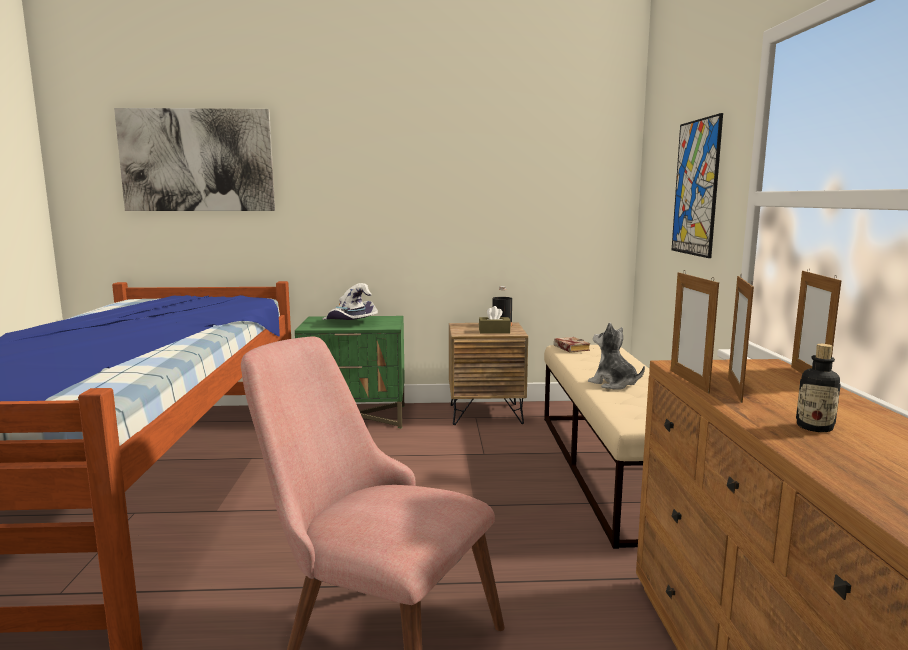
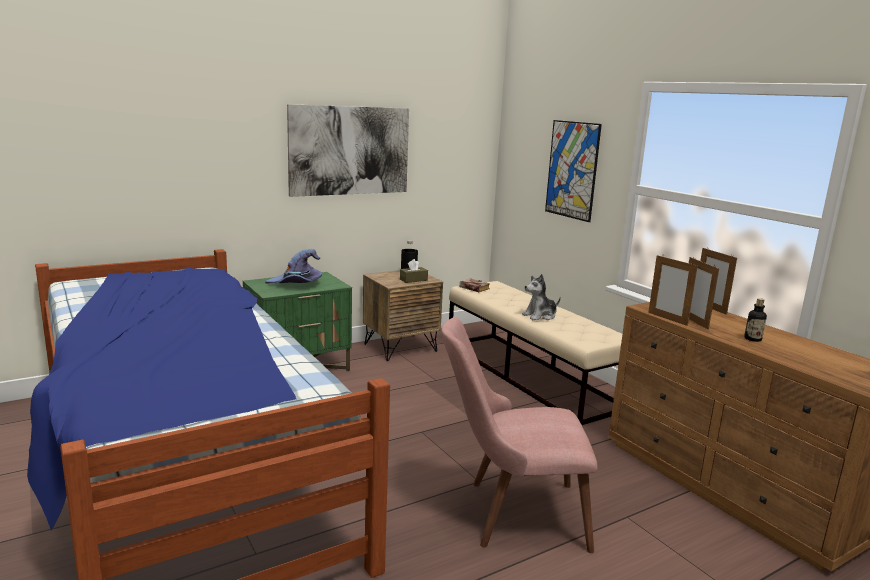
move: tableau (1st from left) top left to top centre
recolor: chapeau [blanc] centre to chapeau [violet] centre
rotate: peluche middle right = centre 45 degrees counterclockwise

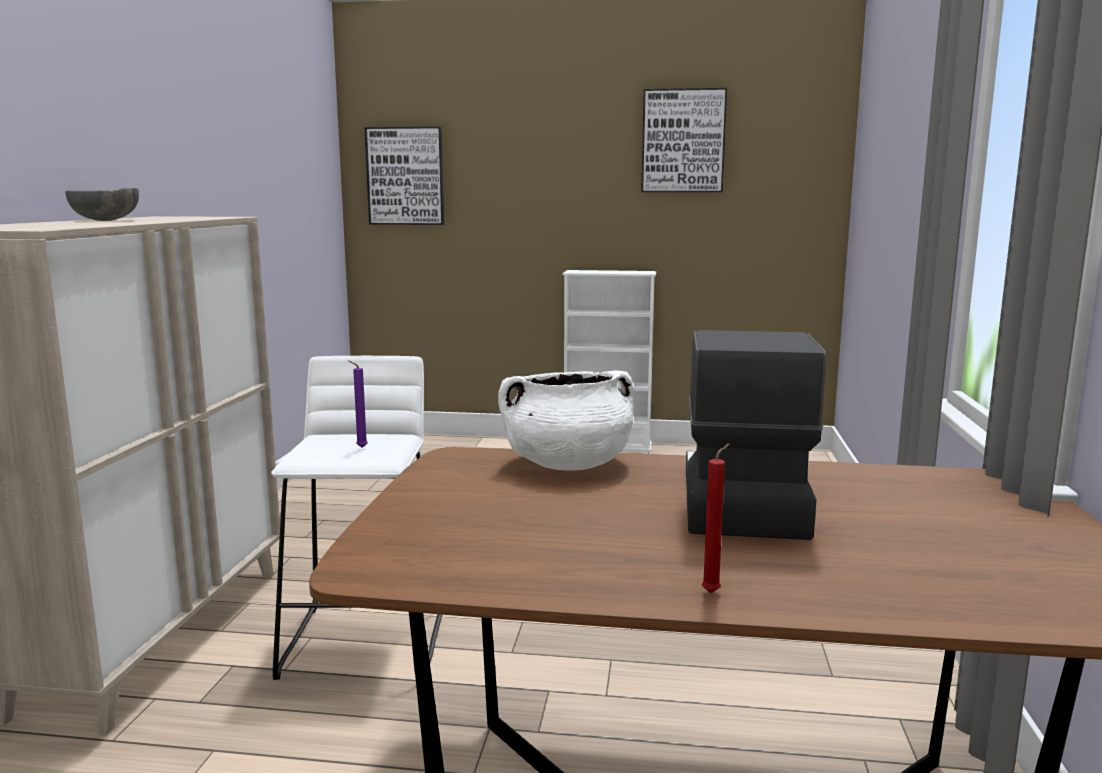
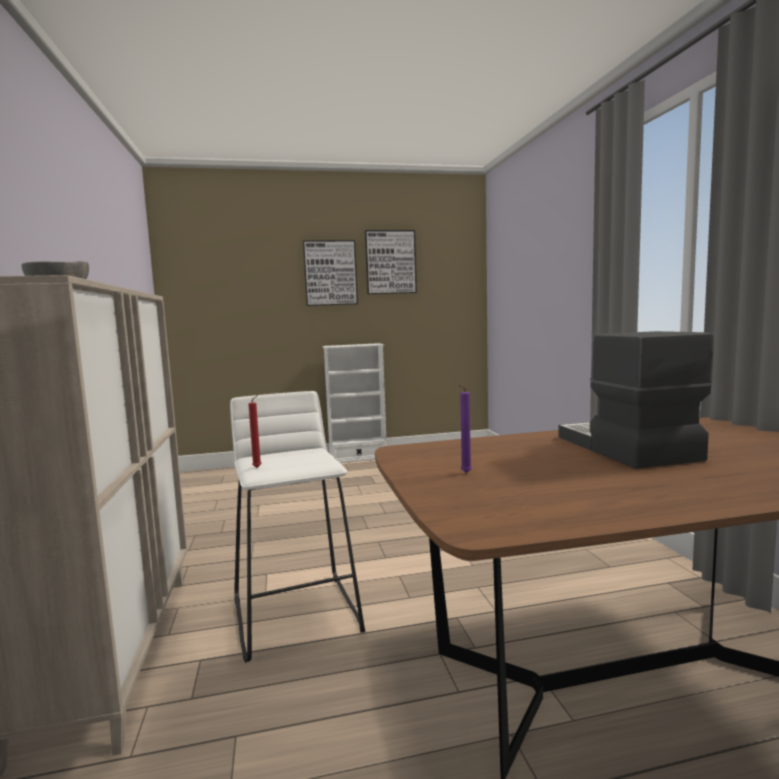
delete: marmite [blanc] centre
move: bougie [violet] middle left to centre; tableau (1st from left) top centre to centre; bougie [rouge] bottom centre to middle left

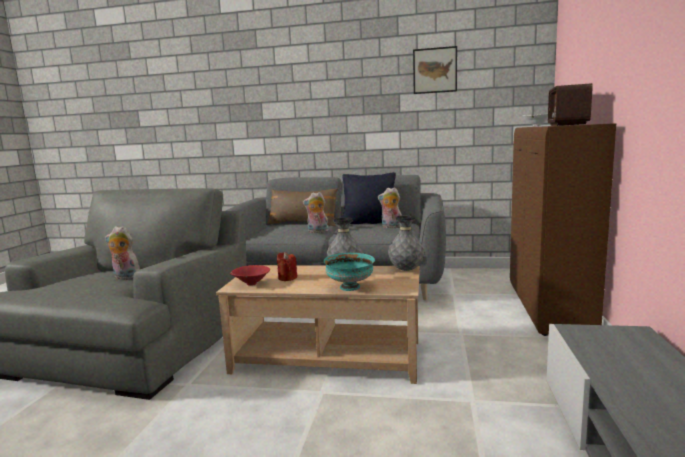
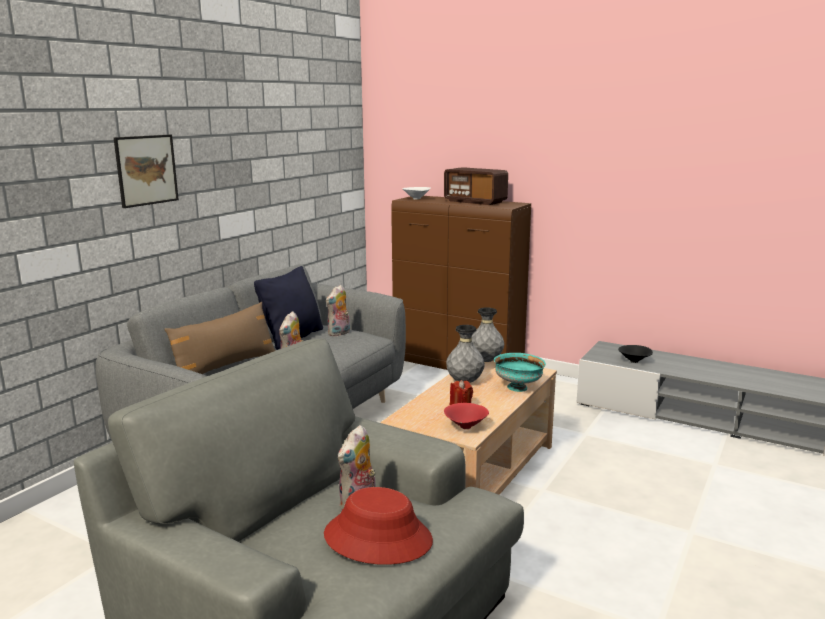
insert: chapeau [rouge] bottom centre; bol [noir] middle right
move: tableau top centre to top left

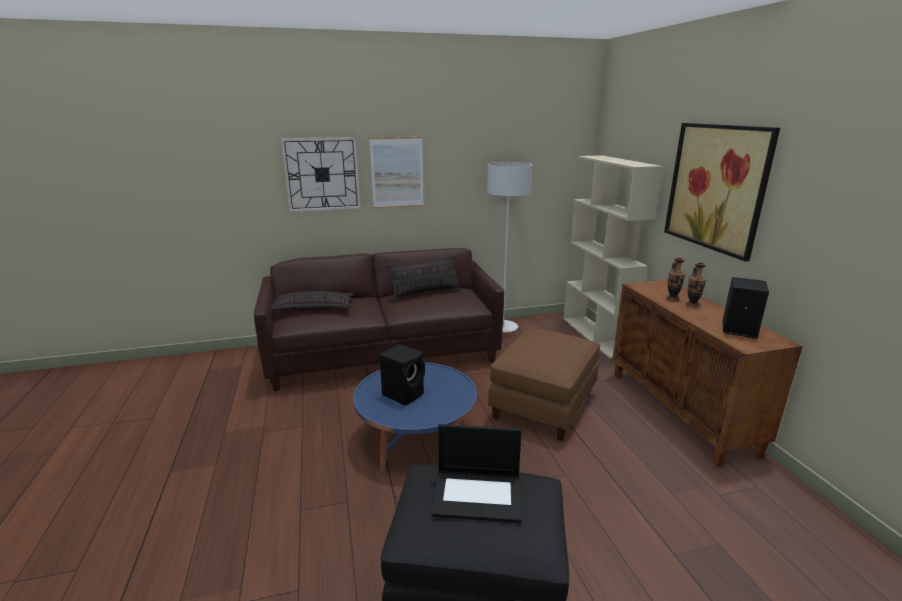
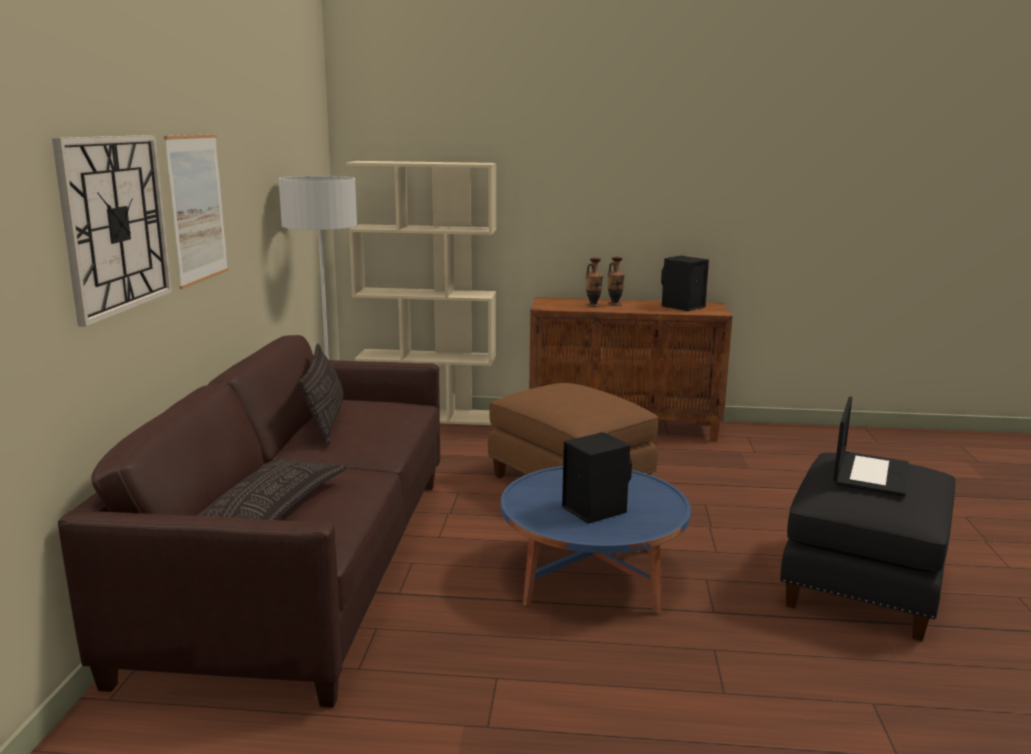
delete: tableau (2nd from left) top right

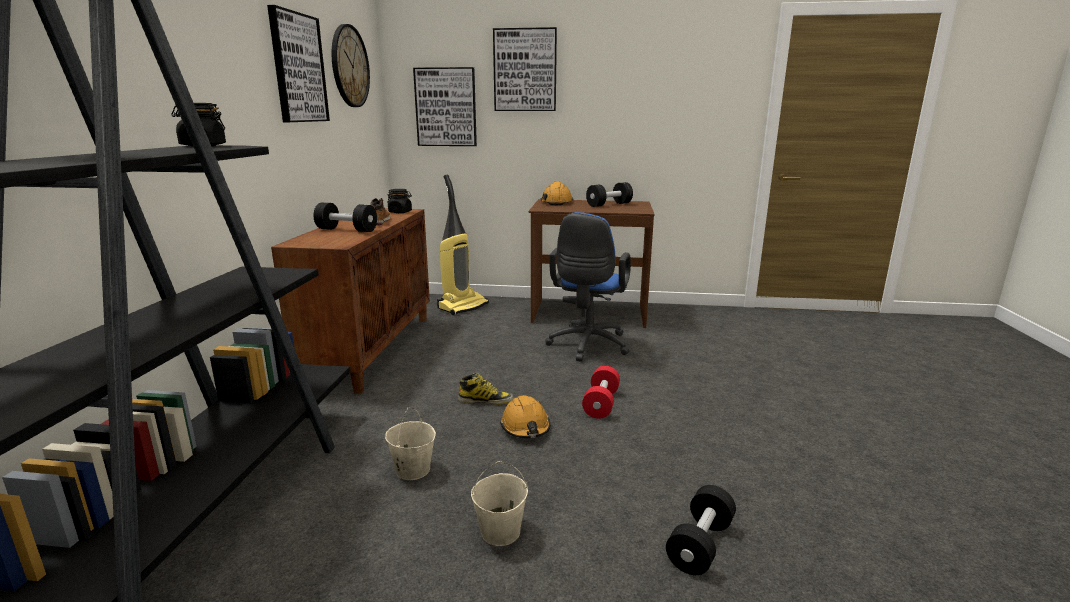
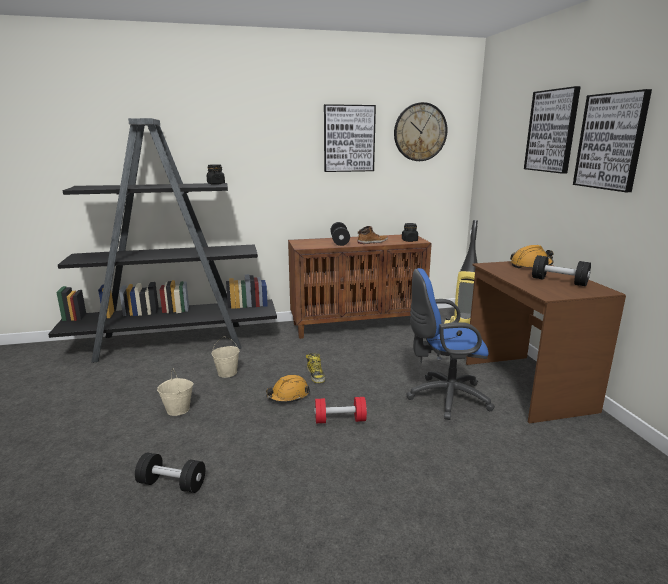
move: tableau (2nd from left in the first image) top centre to tableau (3rd from left) top right

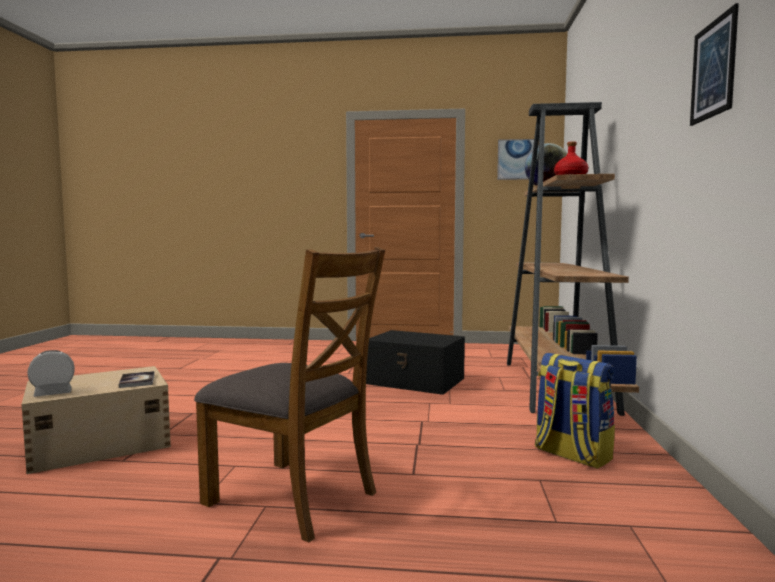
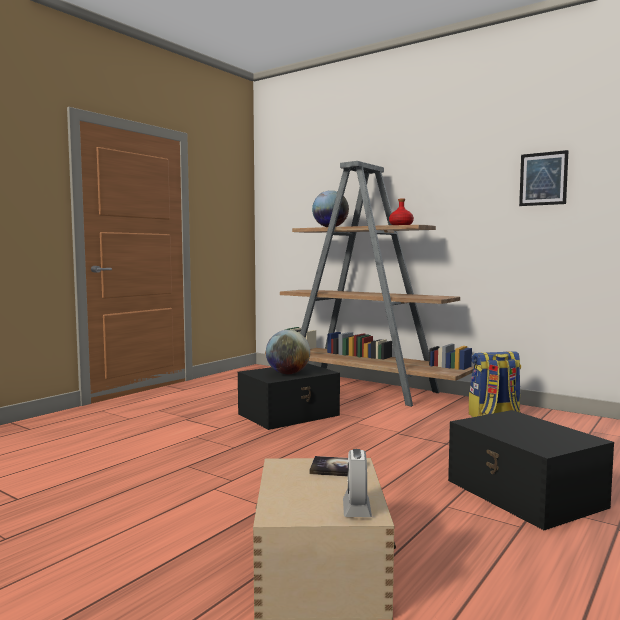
delete: tableau (1st from left) top right
insert: globe (1st from left) centre
replace: chaise [marron] bottom centre to boîte de rangement [noir] (2nd from left) bottom right

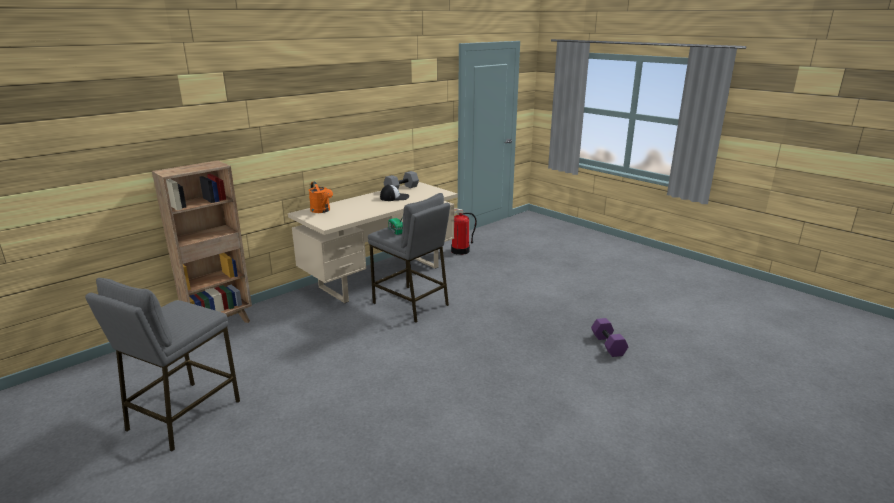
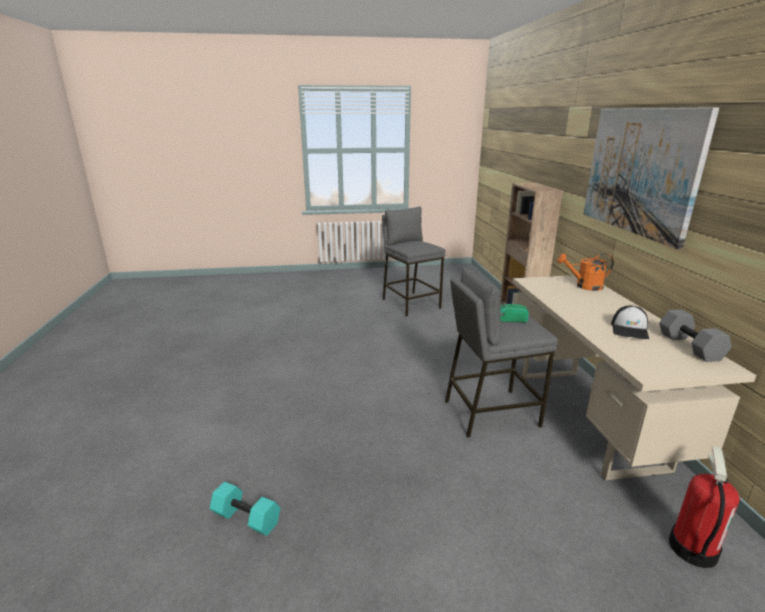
insert: tableau top right
recolor: haltère [violet] bottom right to haltère [turquoise] bottom left

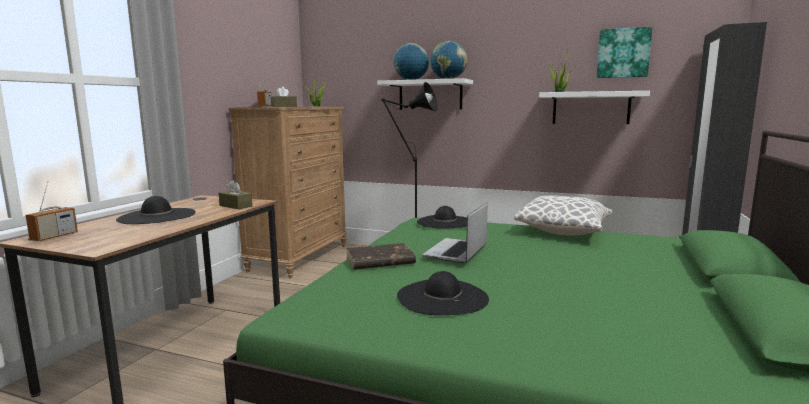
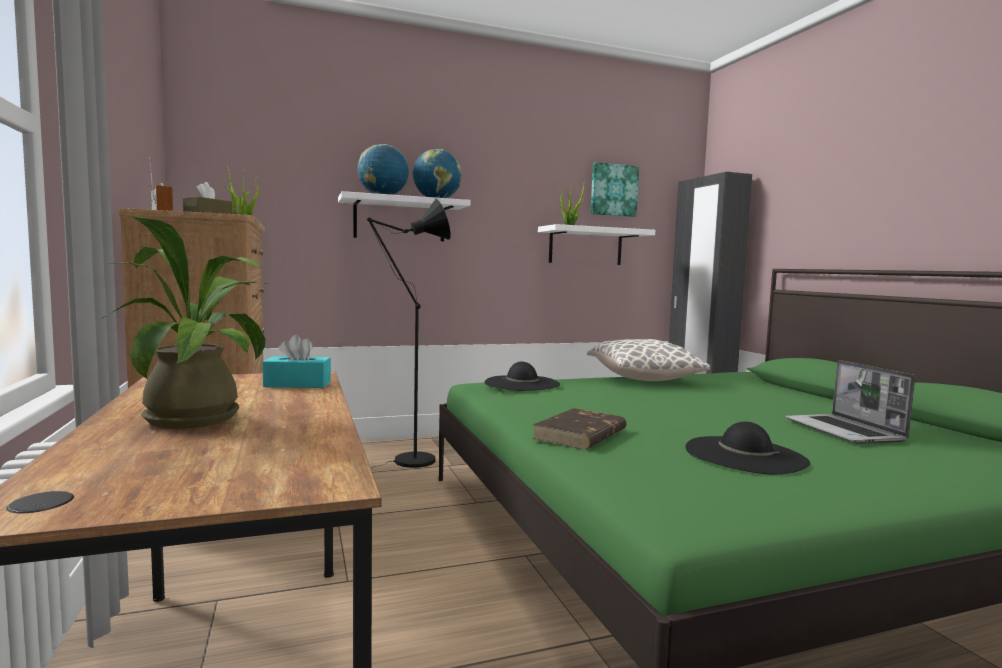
delete: radio (1st from left) middle left
move: ordinateur portable centre to middle right
replace: chapeau [noir] (1st from left) middle left to plante en pot (1st from left) middle left
recolor: boîte à mouchoirs [marron] (1st from left) middle left to boîte à mouchoirs [turquoise] middle left

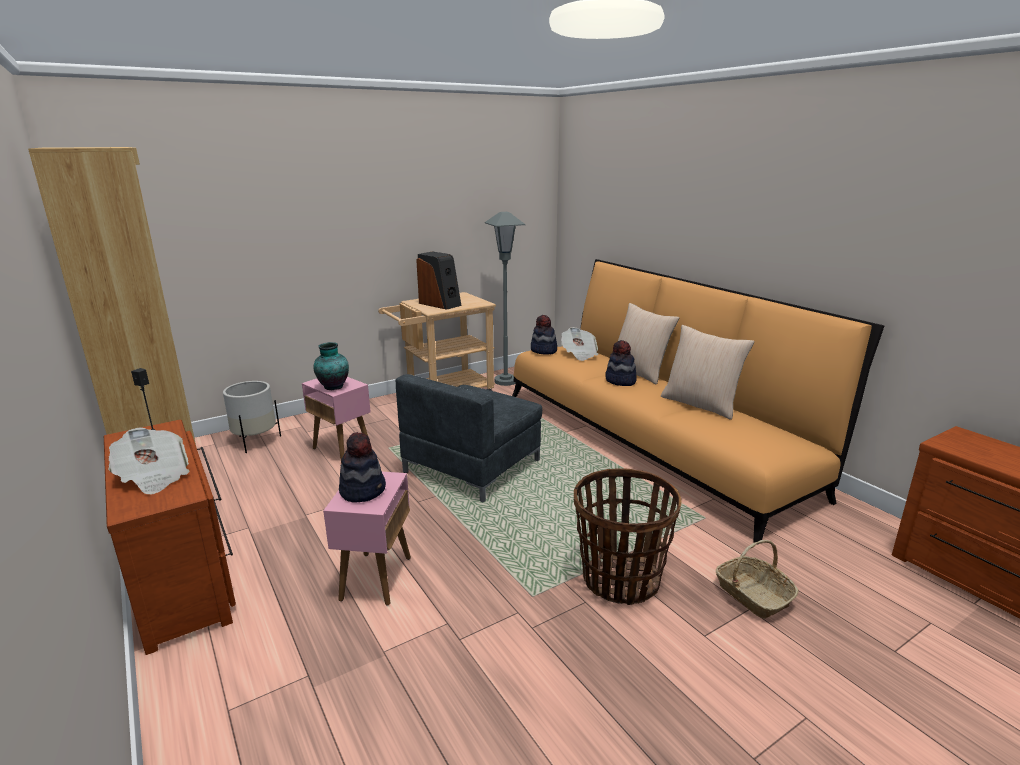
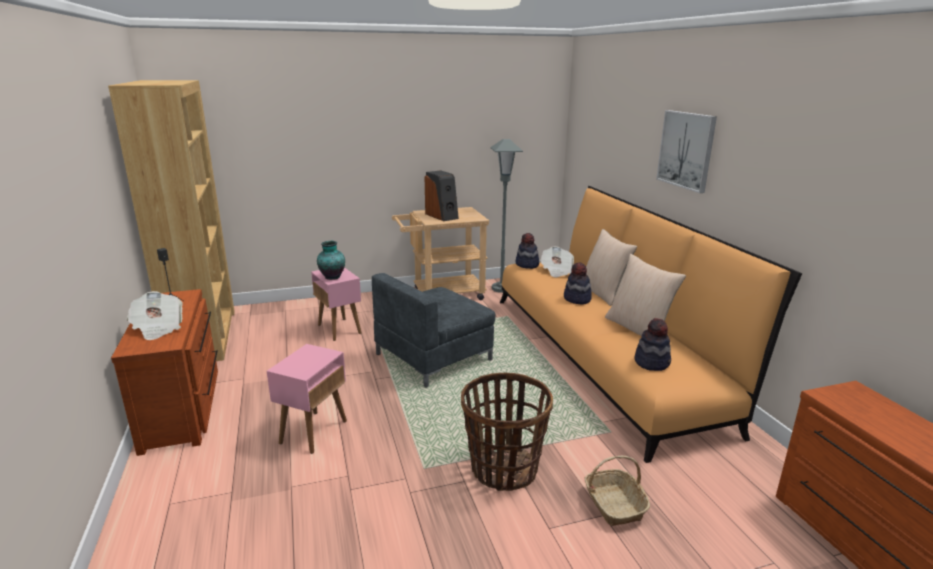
delete: cache-pot [blanc] middle left
insert: tableau top right
move: chapeau (1st from left in the first image) centre to chapeau (3rd from left) middle right

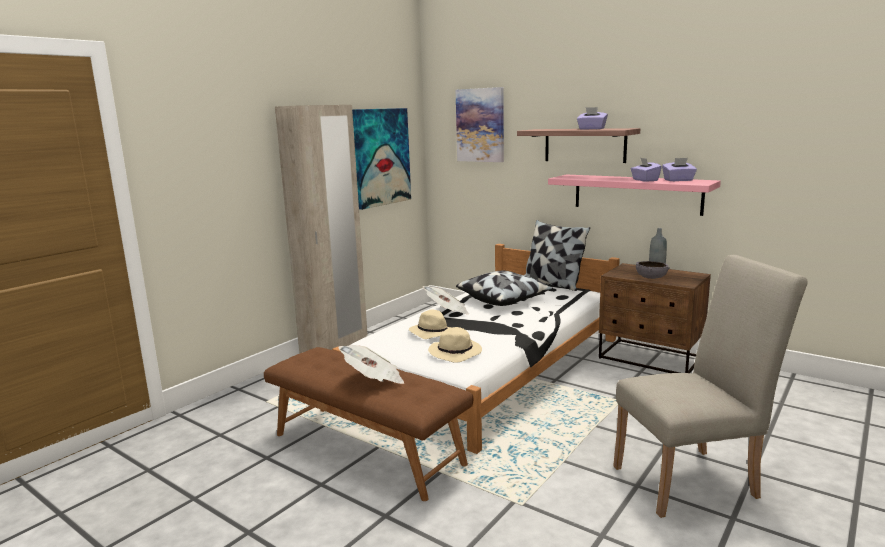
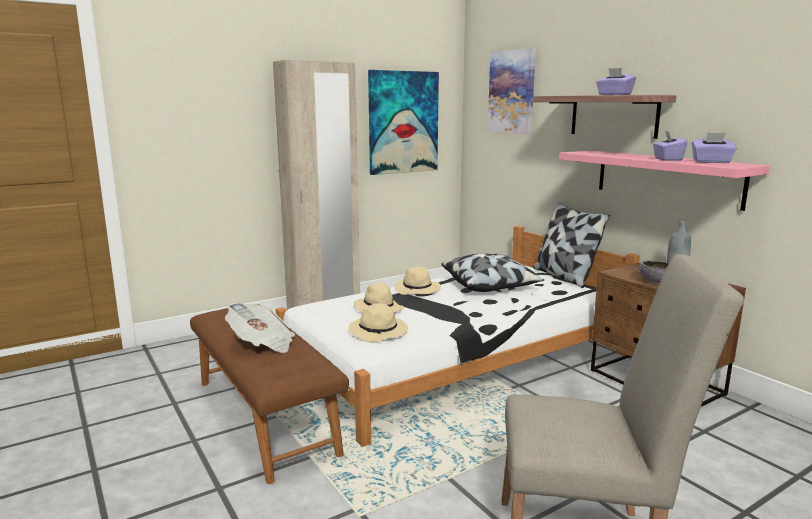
replace: journal (2nd from left) centre to chapeau [beige] (3rd from left) centre

